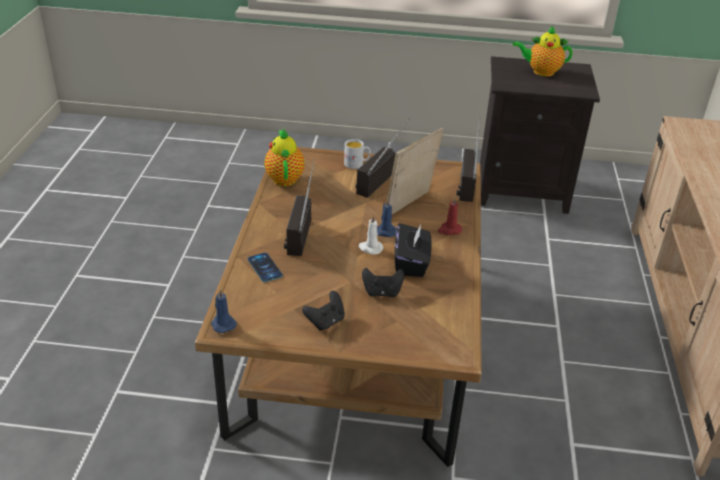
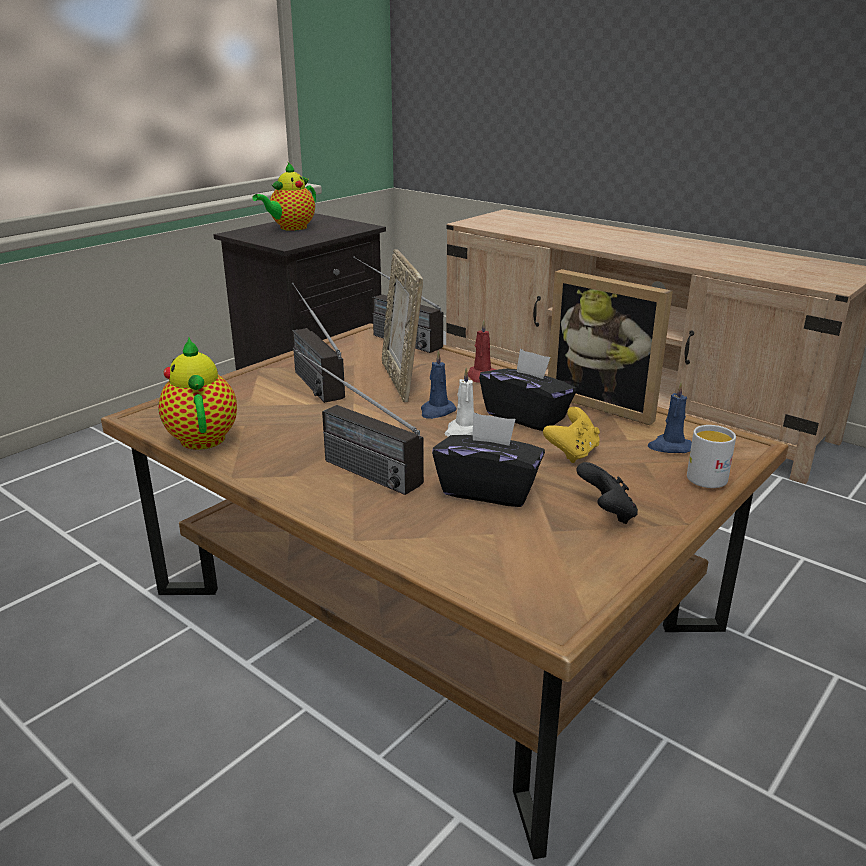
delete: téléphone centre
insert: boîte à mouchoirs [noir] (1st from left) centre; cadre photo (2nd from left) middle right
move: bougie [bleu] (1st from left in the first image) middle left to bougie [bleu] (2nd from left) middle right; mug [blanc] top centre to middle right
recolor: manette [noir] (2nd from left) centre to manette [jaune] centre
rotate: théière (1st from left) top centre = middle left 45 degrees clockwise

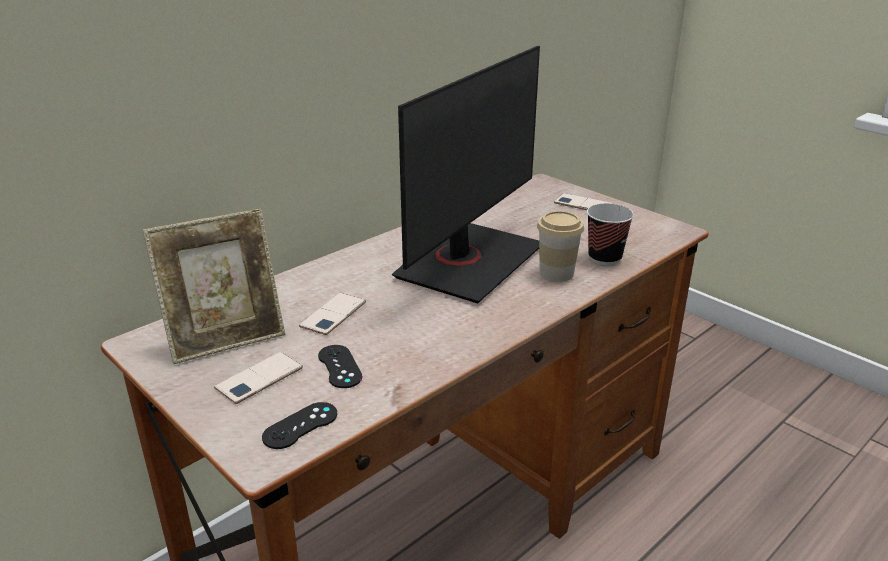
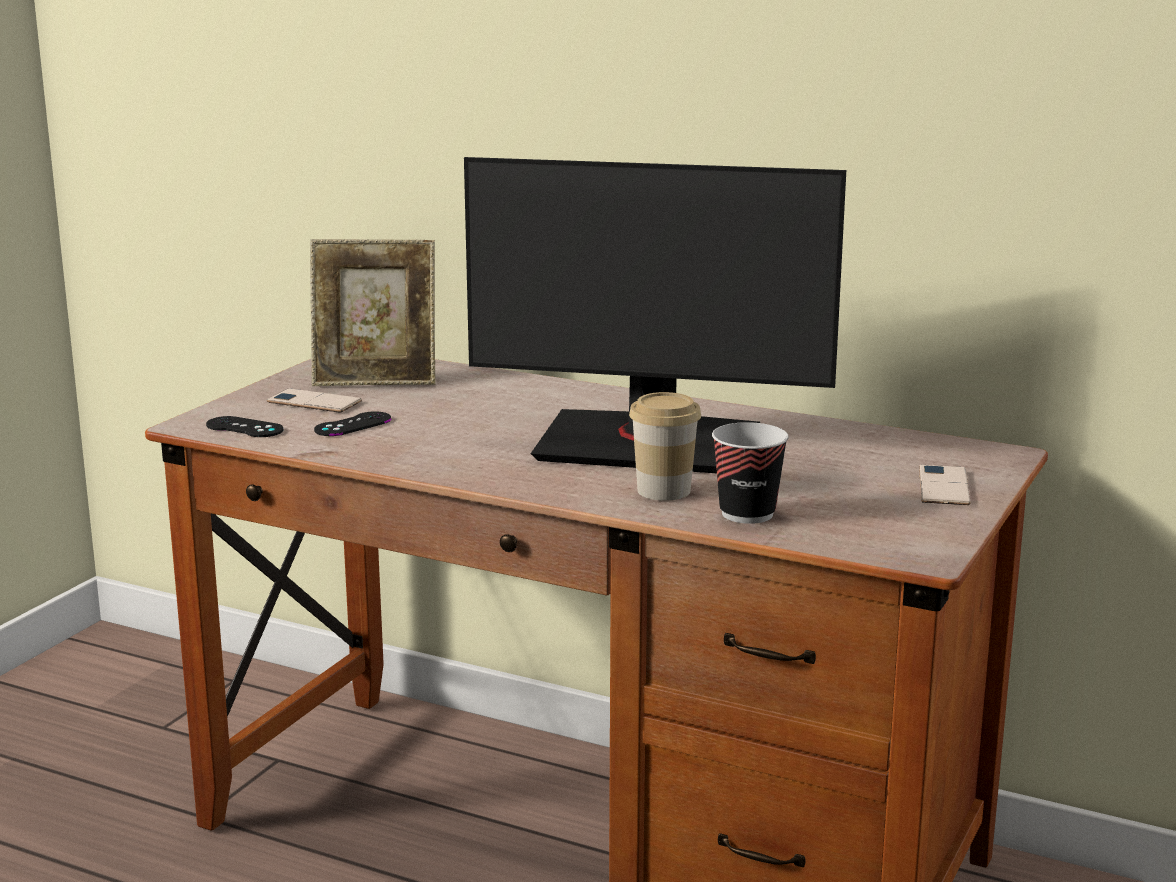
delete: téléphone (2nd from left) centre
rotate: cadre photo middle left = middle left 45 degrees counterclockwise

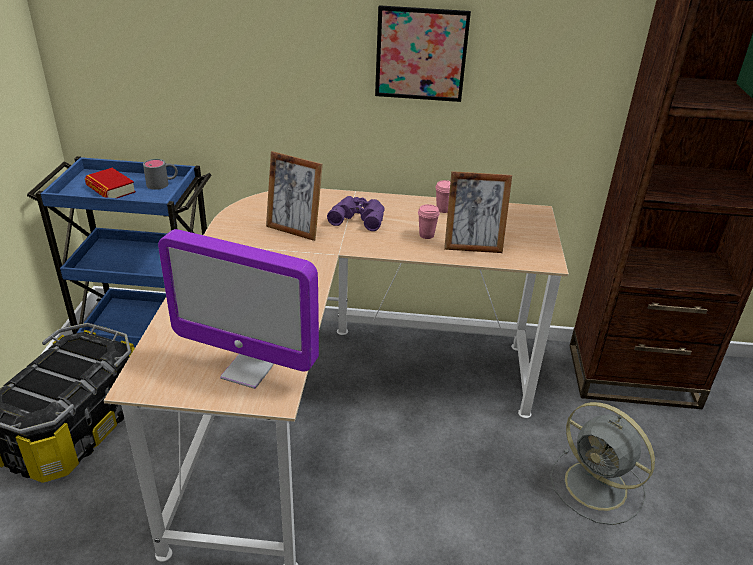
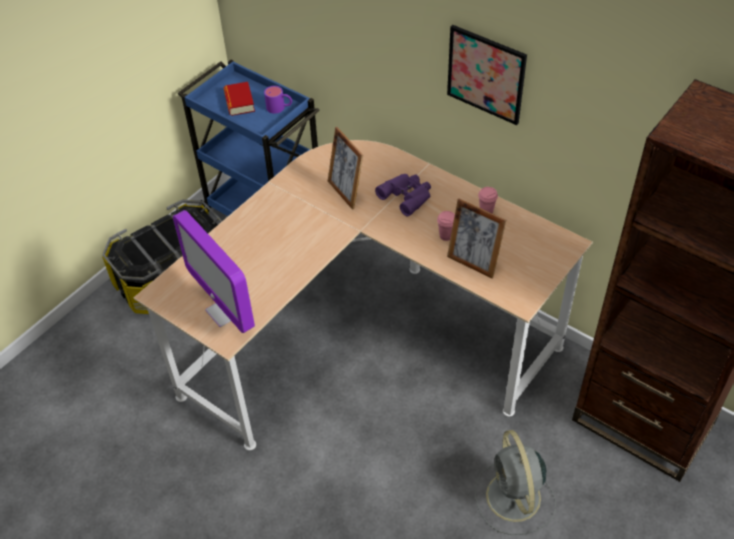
recolor: mug [gris] top left to mug [violet] top centre

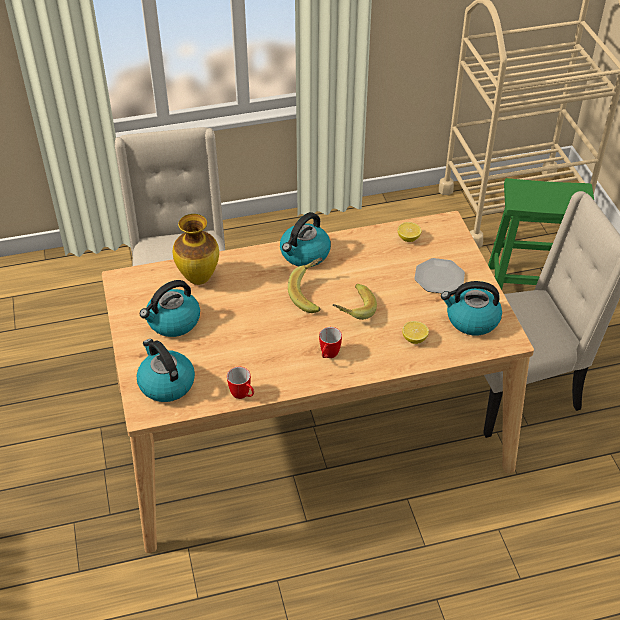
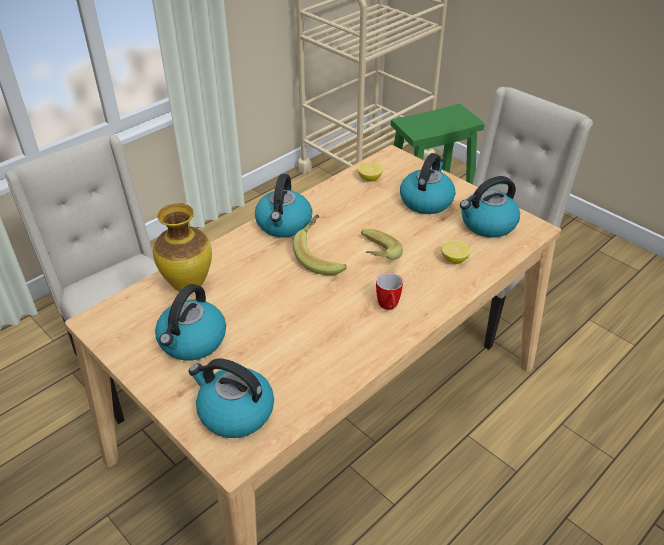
delete: mug (1st from left) centre
replace: assiette middle right to bouilloire (4th from left) centre

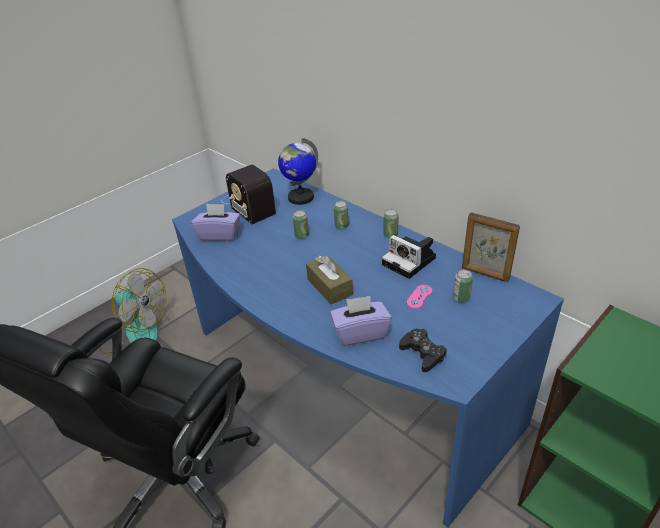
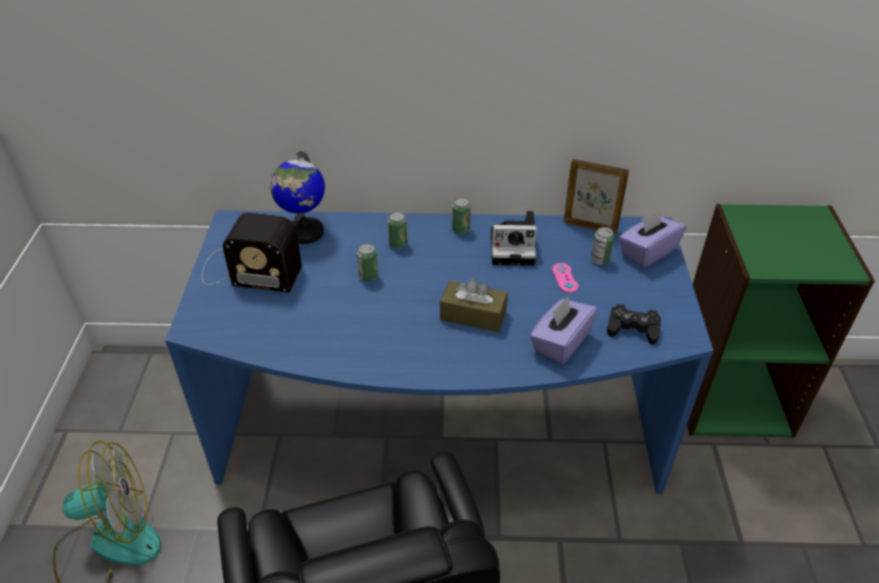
move: boîte à mouchoirs [violet] (1st from left in the first image) middle left to boîte à mouchoirs [violet] (2nd from left) middle right
rotate: cadre photo middle right = middle right 150 degrees counterclockwise

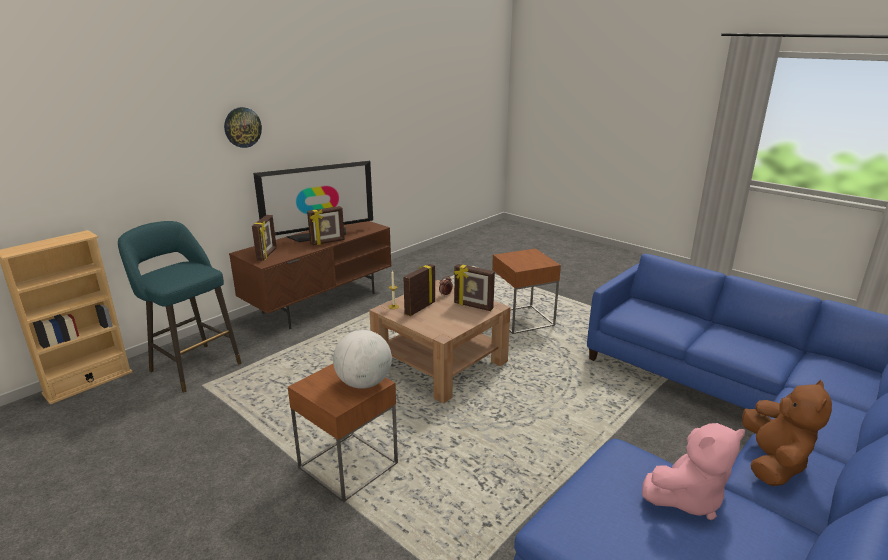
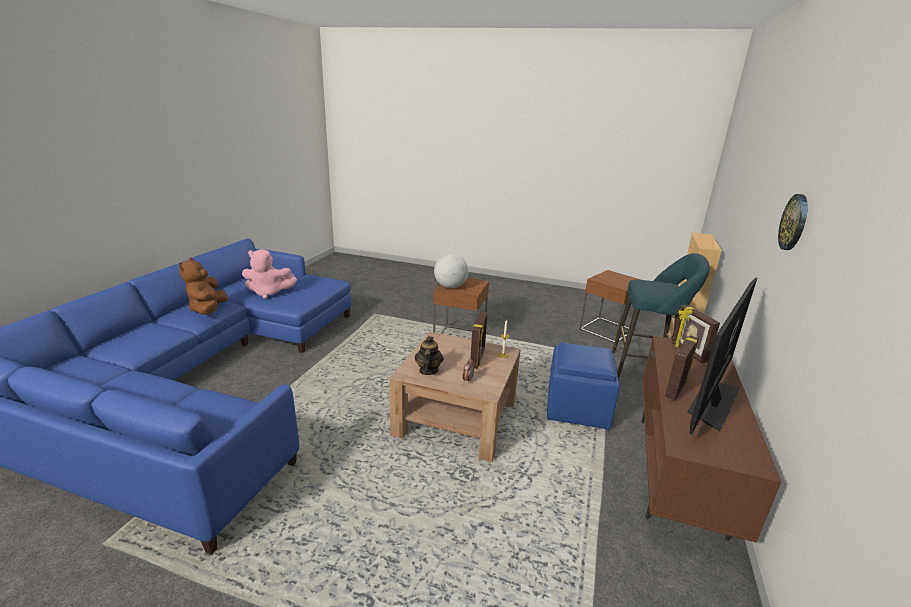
insert: pouf [bleu] centre
move: table d'appoint [marron] (2nd from left) centre to middle right
replace: cadre photo (4th from left) centre to théière centre
rotate: peluche [rose] bottom right = middle left 135 degrees counterclockwise

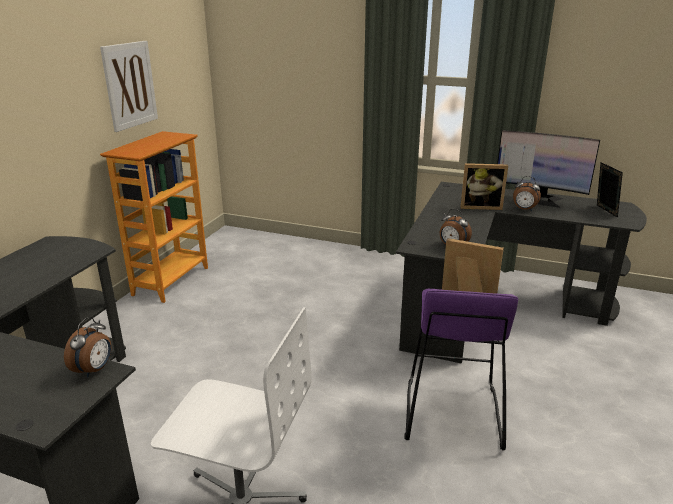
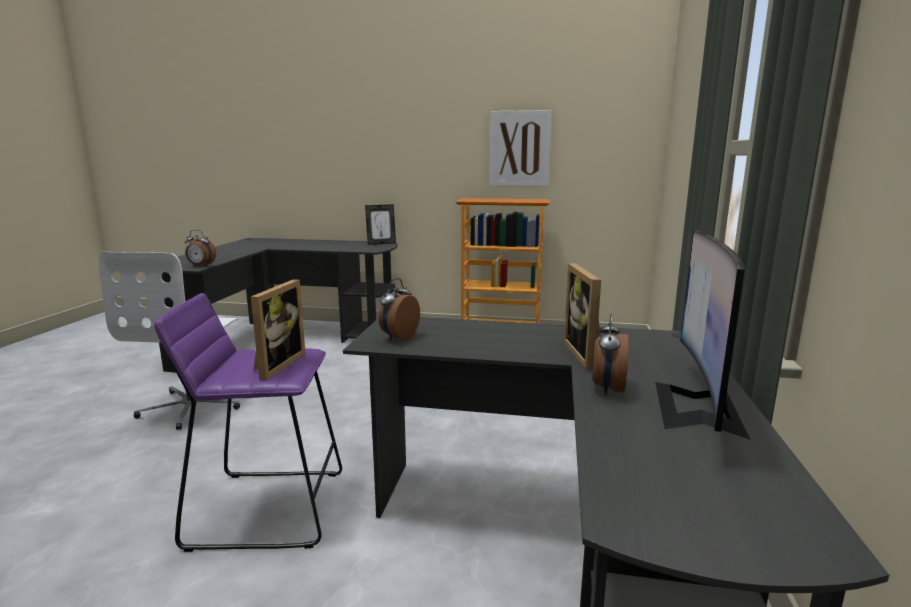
move: cadre photo (3rd from left in the first image) middle right to cadre photo (2nd from left) centre

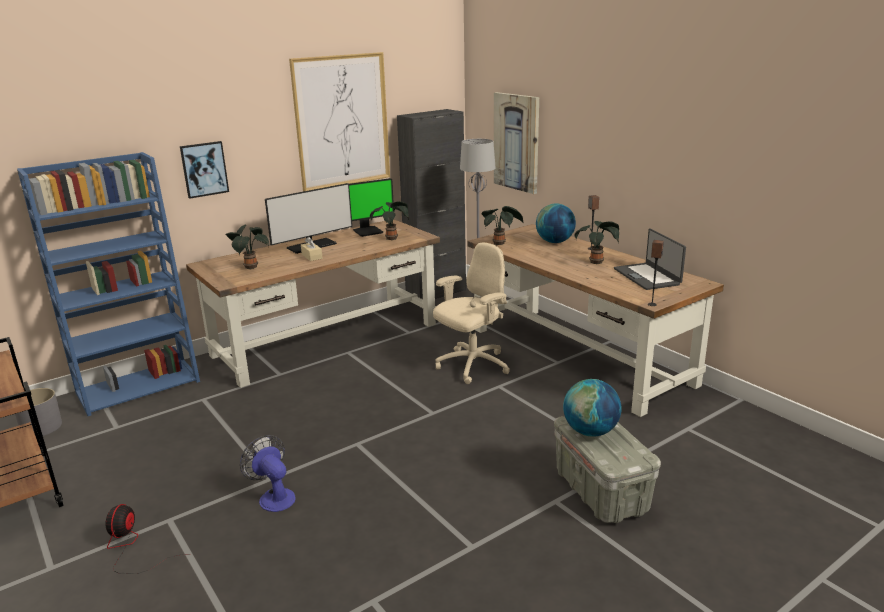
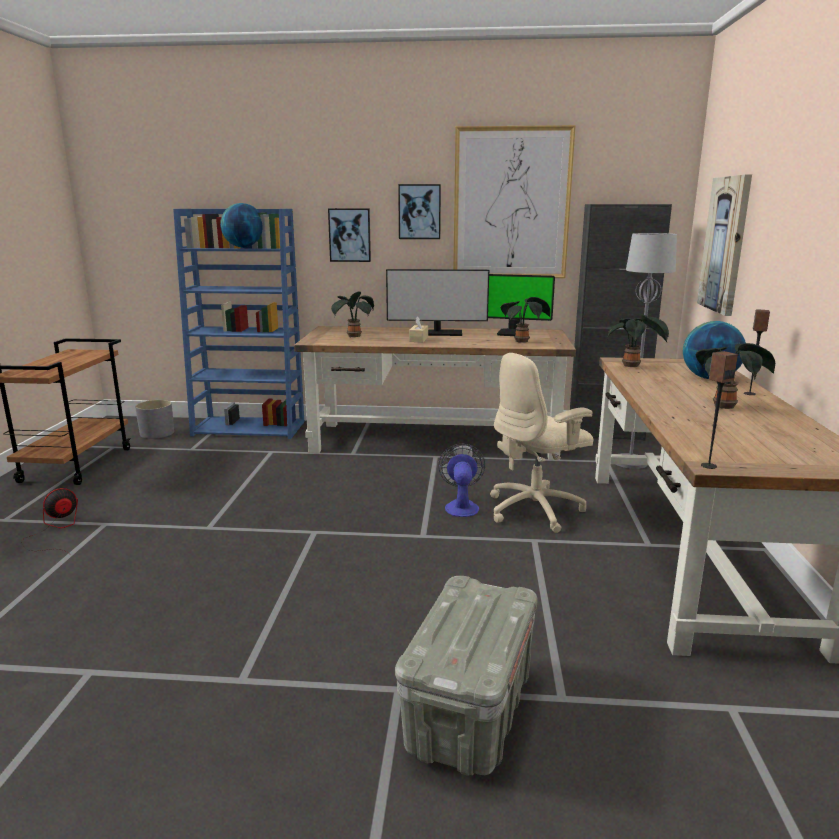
delete: ordinateur portable middle right
insert: tableau (2nd from left) top centre
move: ventilateur (2nd from left) bottom left to centre; globe (2nd from left in the first image) bottom right to globe (1st from left) top left
rotate: chaise de bureau [beige] centre = centre 150 degrees clockwise

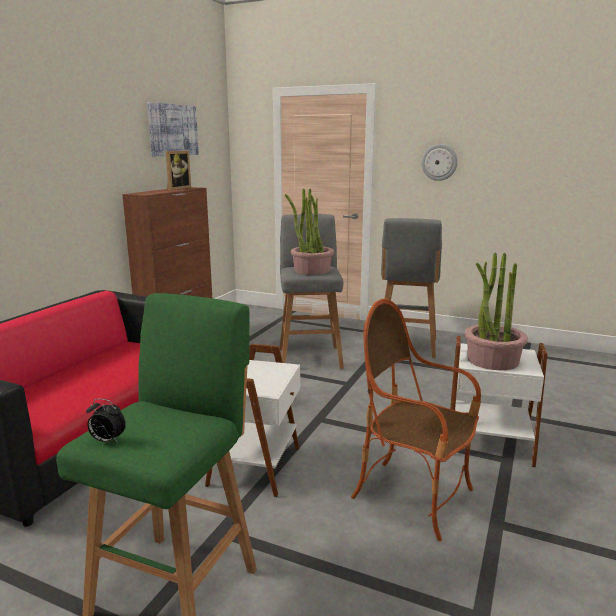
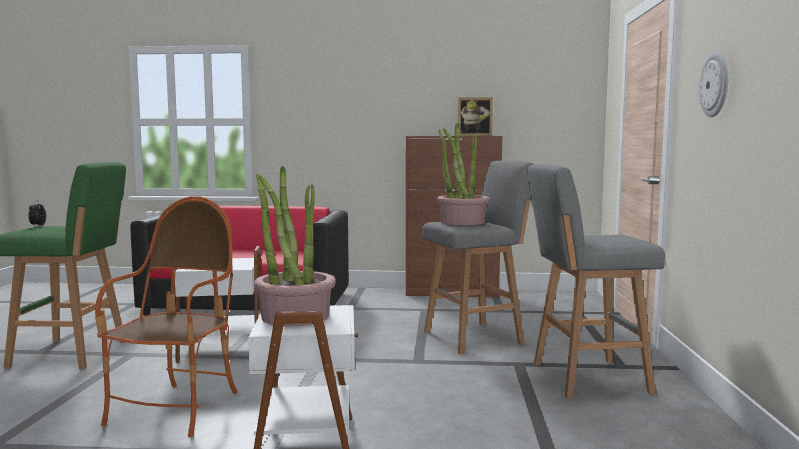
delete: tableau top left

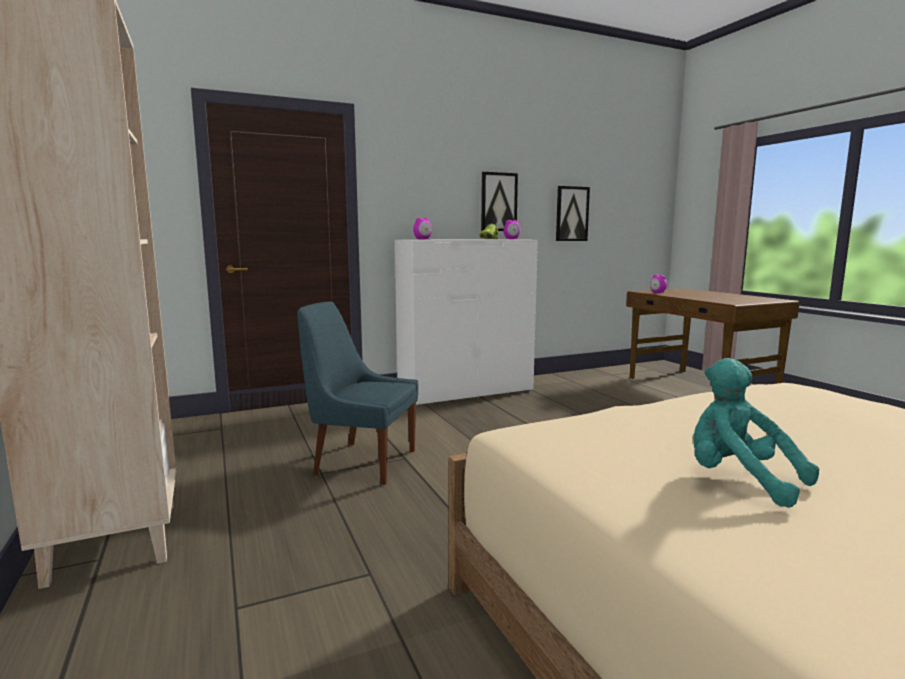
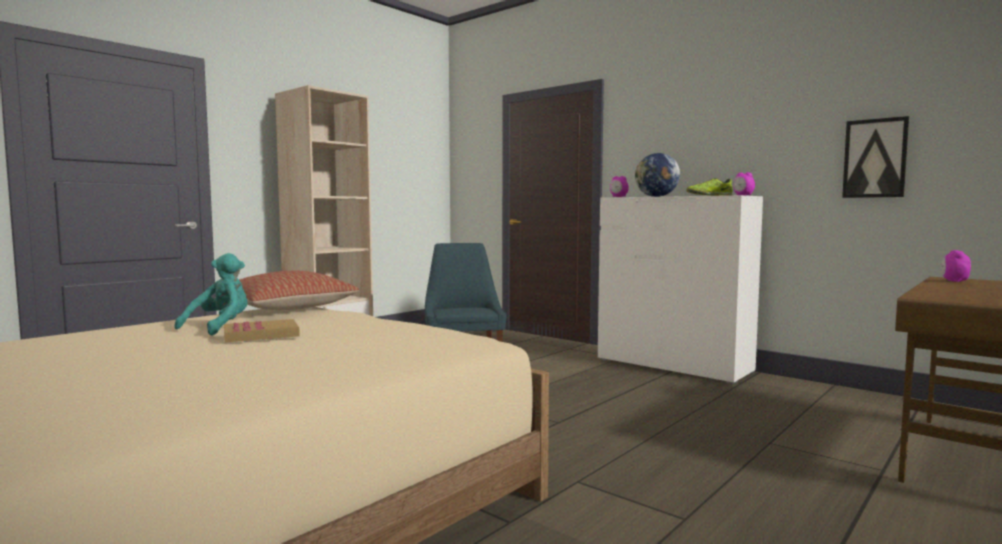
delete: tableau (1st from left) top centre
insert: livre middle left; coussin middle left; globe top centre

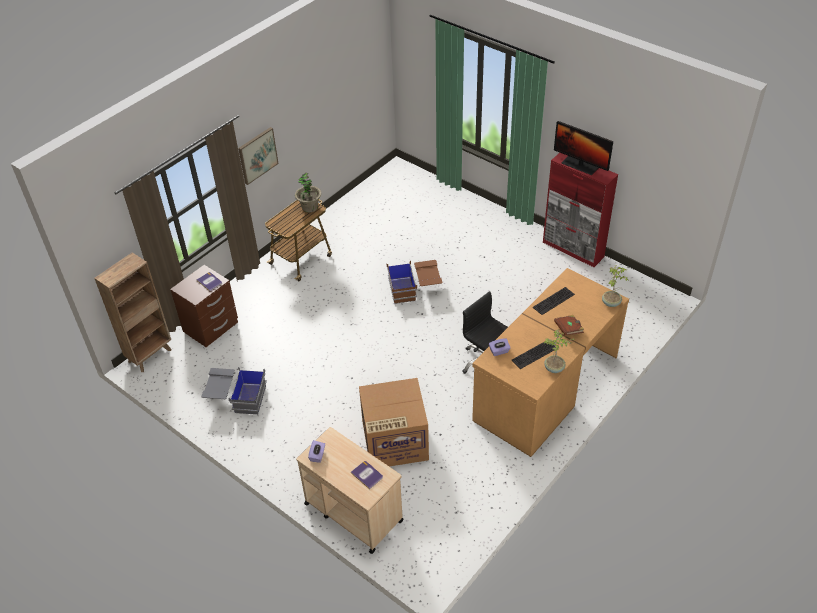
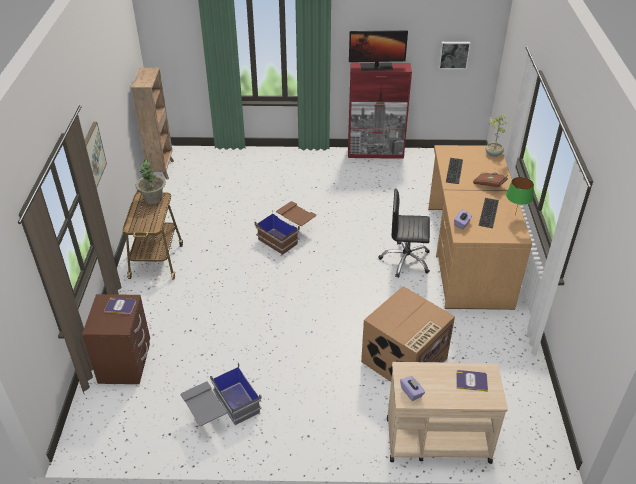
insert: tableau (2nd from left) top right
move: bibliothèque [marron] middle left to top left
replace: plante en pot (2nd from left) middle right to lampe de table [vert] middle right

